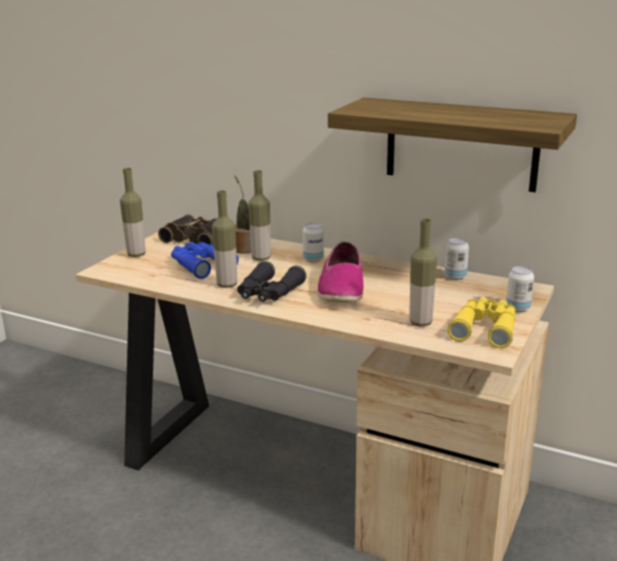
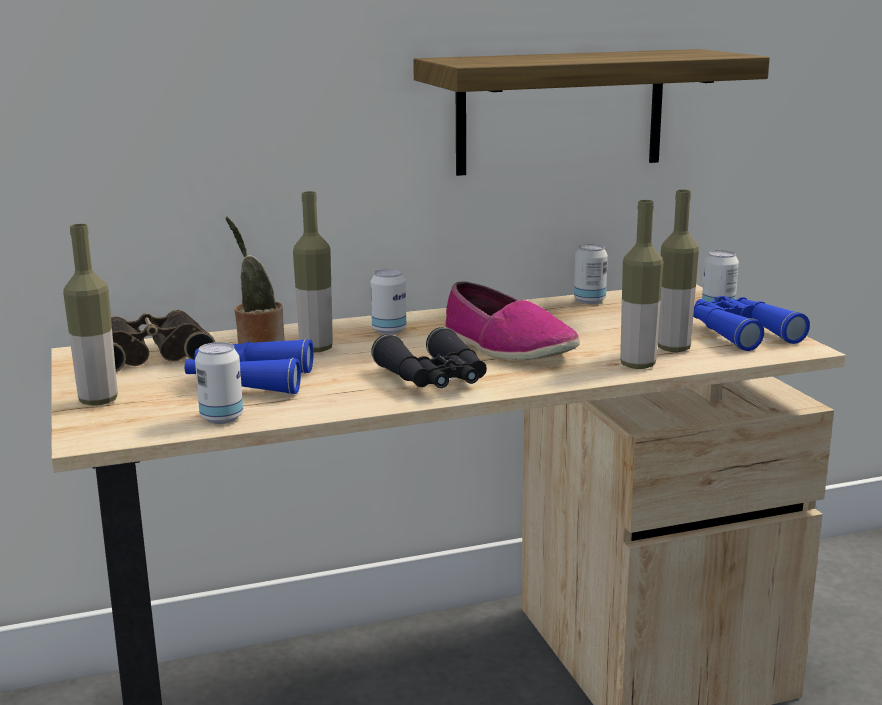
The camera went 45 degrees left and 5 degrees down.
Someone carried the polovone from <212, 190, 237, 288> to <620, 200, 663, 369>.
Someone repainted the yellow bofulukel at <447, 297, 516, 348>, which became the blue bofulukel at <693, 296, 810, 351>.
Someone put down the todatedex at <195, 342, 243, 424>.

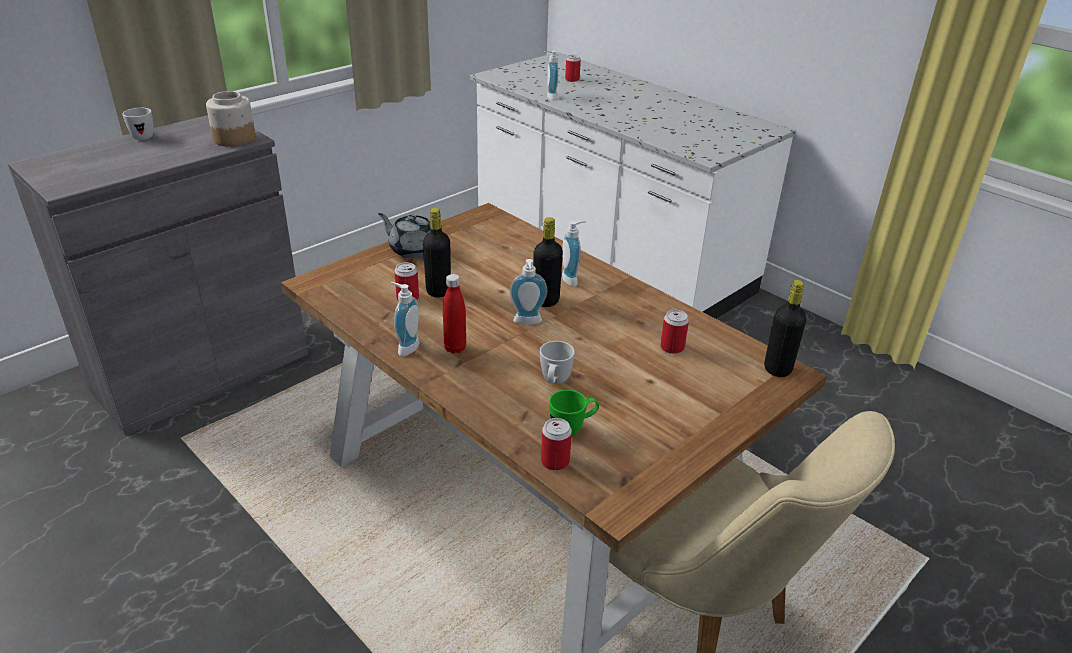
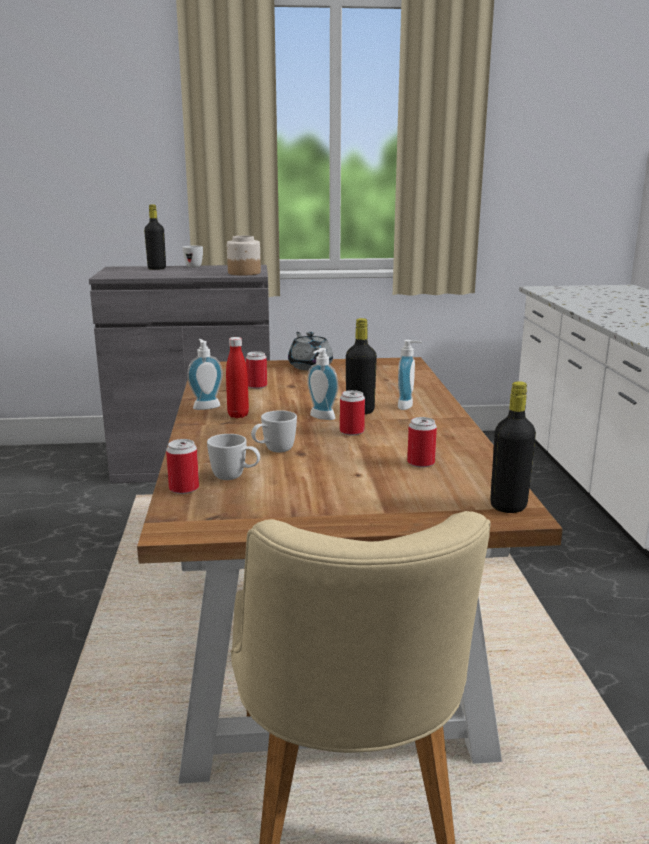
The camera went 40 degrees right and 15 degrees down.
Someone carried the black polovone from <423, 208, 451, 297> to <144, 205, 166, 270>.
Someone took away the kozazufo at <544, 51, 558, 100>.
Someone repainted the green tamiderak at <549, 390, 599, 436>, which became the white tamiderak at <207, 434, 260, 480>.
Someone carried the todatedex from <565, 55, 581, 82> to <340, 390, 365, 436>.

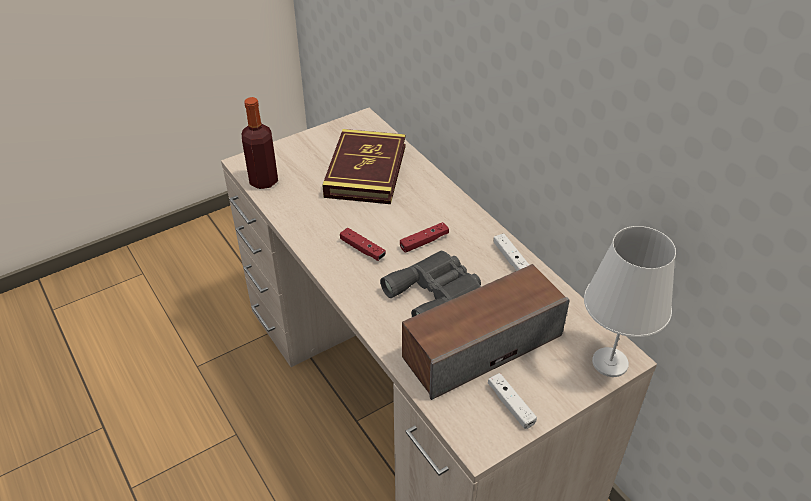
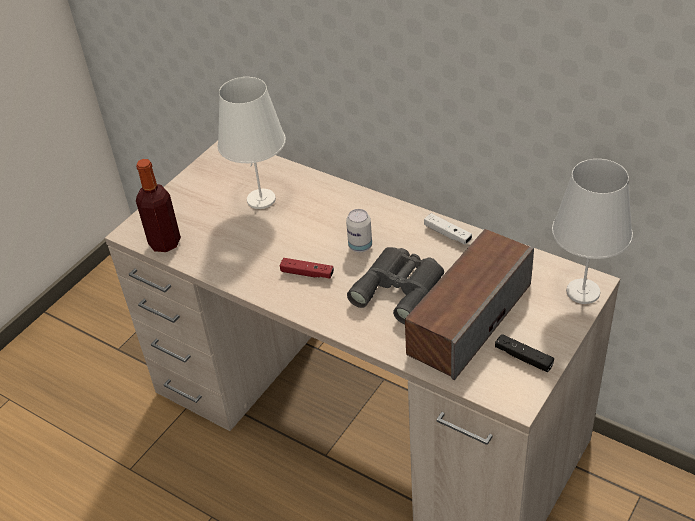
The camera went 20 degrees left and 0 degrees up.
Someone swapped the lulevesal at <322, 129, 405, 204> for the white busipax at <217, 77, 286, 209>.
Someone swapped the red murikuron at <400, 222, 449, 253> for the todatedex at <346, 209, 372, 252>.
Someone repainted the white murikuron at <488, 373, 537, 429>, which became the black murikuron at <495, 334, 554, 372>.

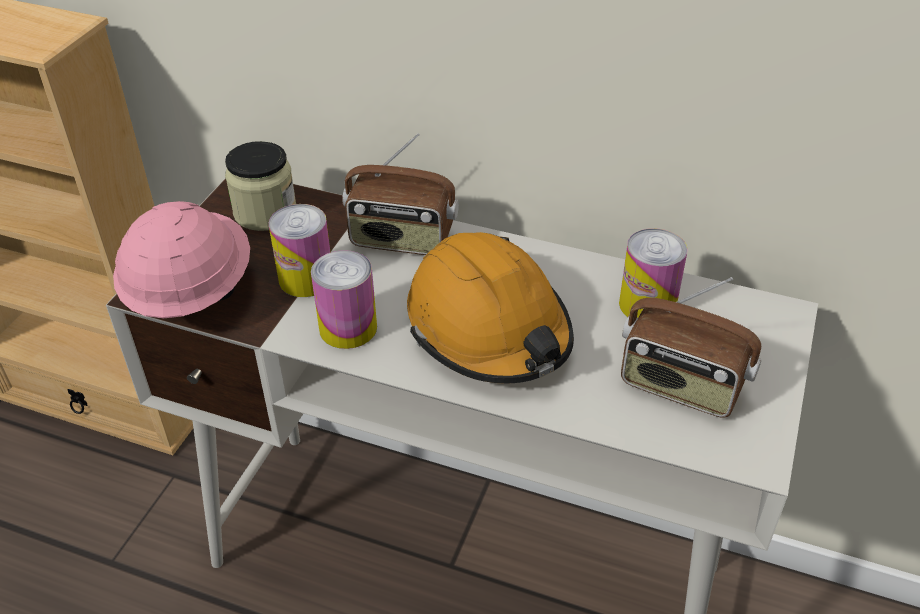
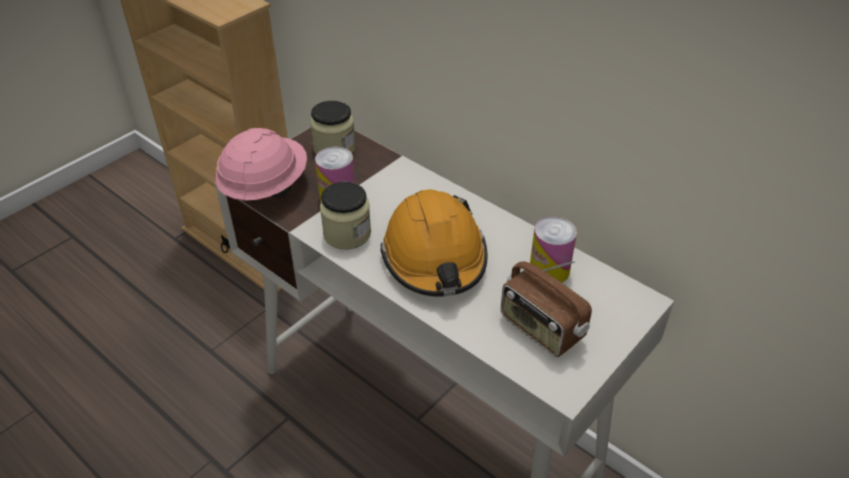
The camera went 20 degrees right and 0 degrees up.
Someone swapped the todatedex at <311, 250, 377, 349> for the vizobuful at <320, 182, 371, 249>.
Someone took away the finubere at <342, 133, 459, 255>.

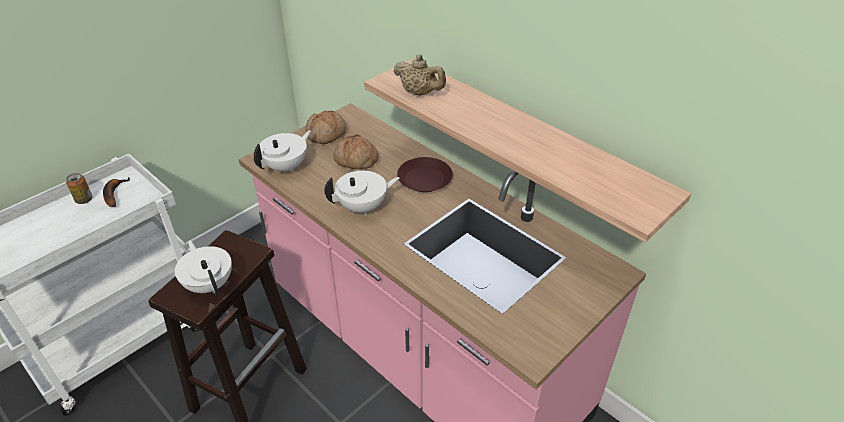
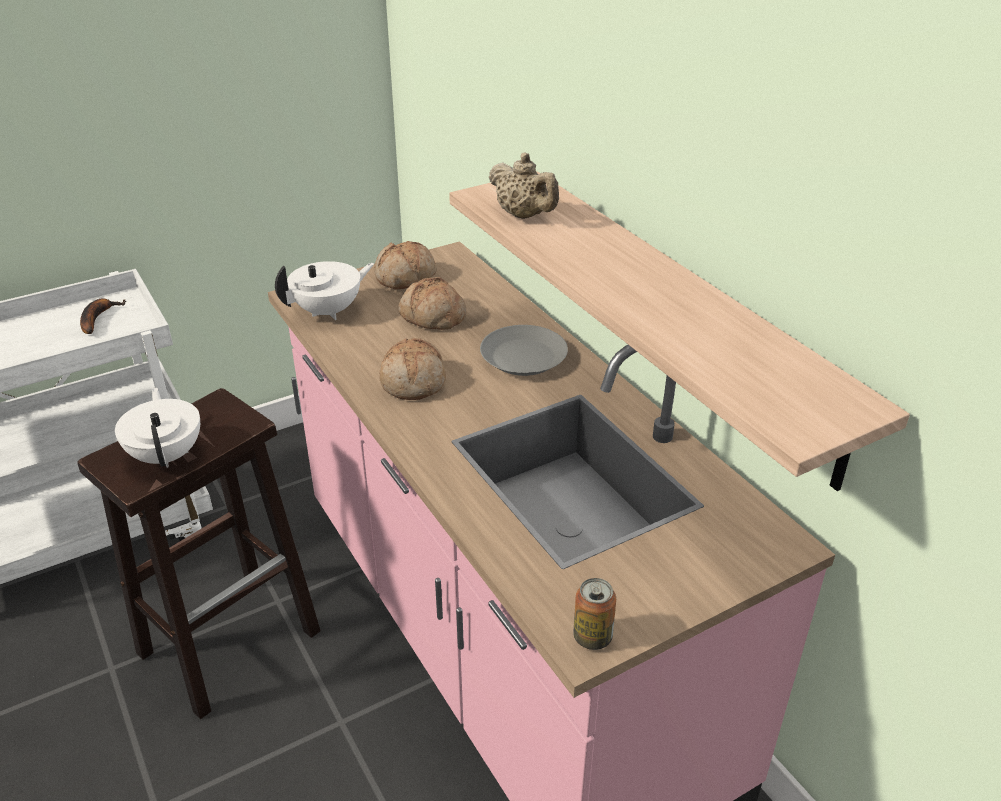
The camera went 15 degrees right and 5 degrees down.
Someone carried the todatedex from <66, 173, 93, 204> to <573, 578, 616, 650>.
Someone swapped the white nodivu at <324, 171, 399, 216> for the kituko at <379, 338, 446, 400>.
Someone repainted the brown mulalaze at <397, 157, 453, 192>, which became the grey mulalaze at <480, 325, 568, 376>.

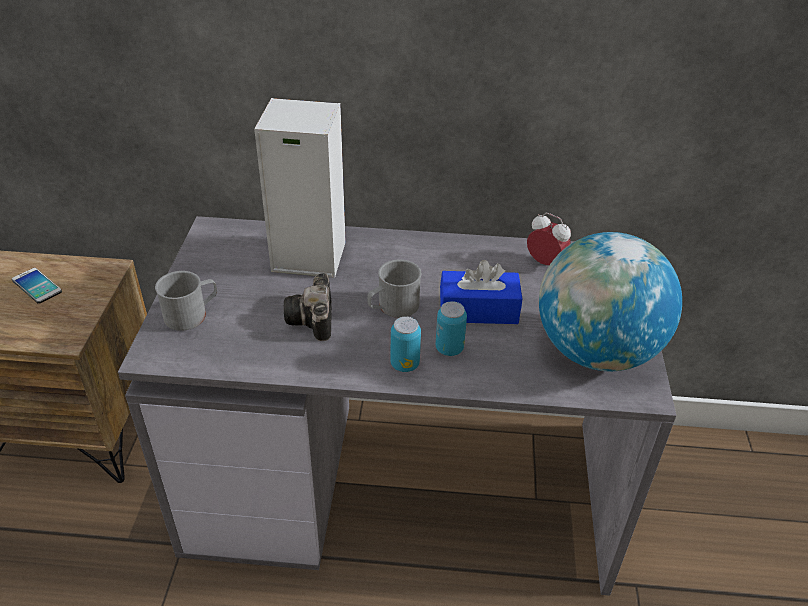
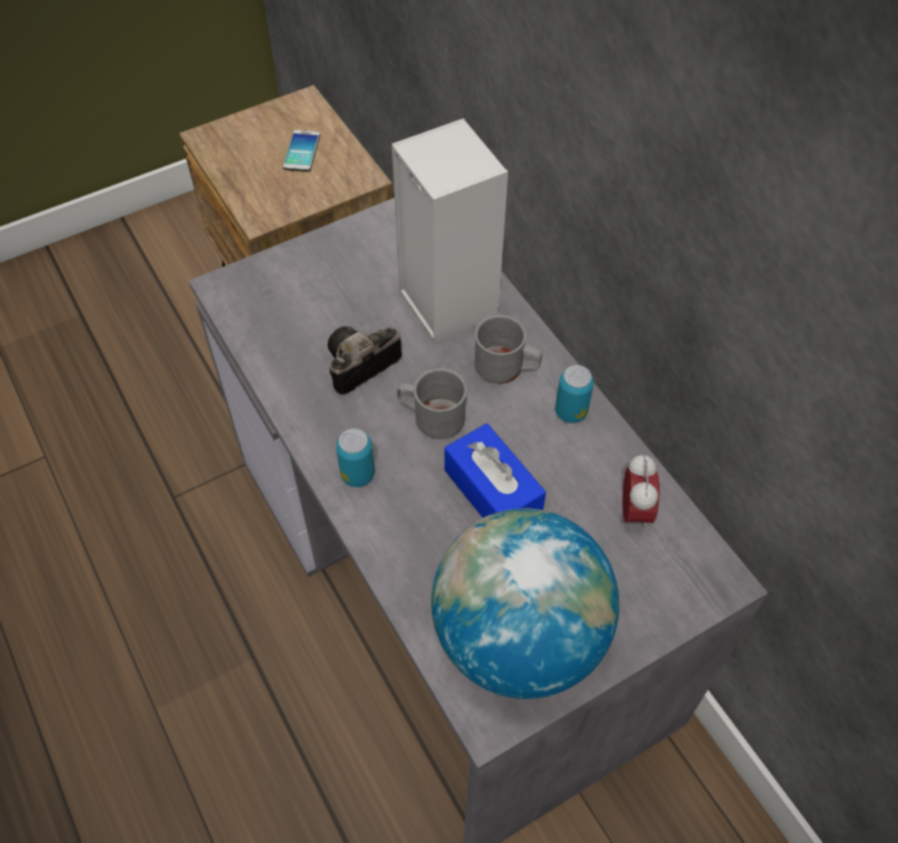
The camera went 55 degrees right and 15 degrees up.
Someone carried the grey tamiderak from <155, 271, 217, 331> to <475, 315, 542, 384>.
Someone carried the todatedex from <436, 301, 467, 356> to <555, 365, 594, 423>.

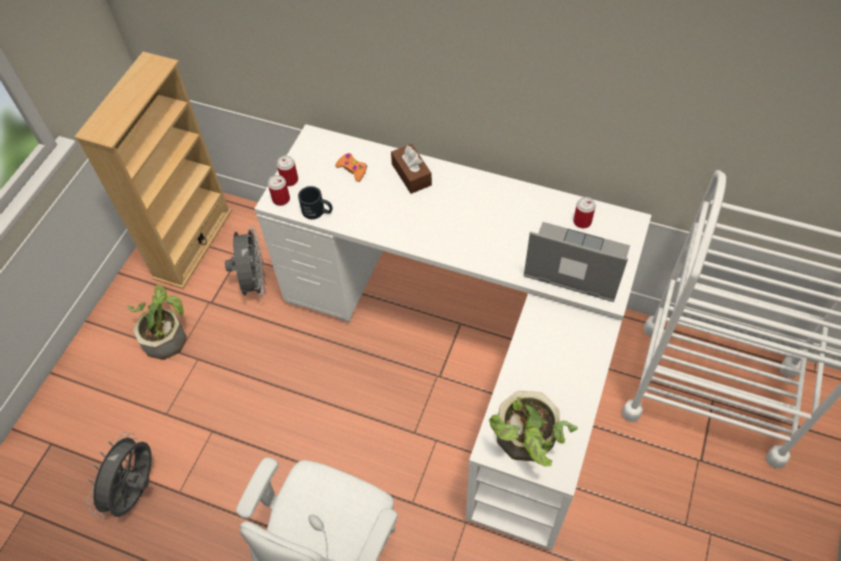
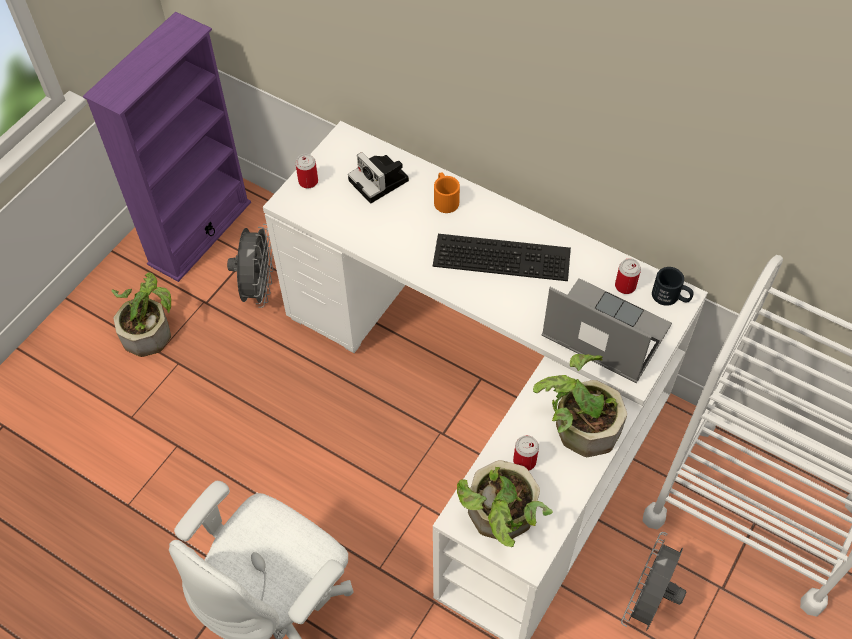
The camera went 10 degrees right and 0 degrees up.
Someone repainted the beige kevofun at <74, 52, 232, 289>, which became the purple kevofun at <83, 12, 251, 282>.
Someone carried the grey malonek from <86, 432, 152, 518> to <621, 532, 686, 630>.
Someone carried the todatedex from <268, 175, 290, 206> to <513, 435, 539, 471>.
Someone carried the black tamiderak from <298, 186, 333, 219> to <652, 267, 694, 306>.
Someone swapped the orange murikuron at <335, 153, 367, 182> for the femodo at <348, 152, 409, 203>.
Someone swapped the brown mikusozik at <391, 144, 432, 194> for the orange tamiderak at <434, 172, 460, 213>.
Someone put down the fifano at <433, 234, 571, 281>.
Someone put down the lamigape at <533, 354, 627, 457>.

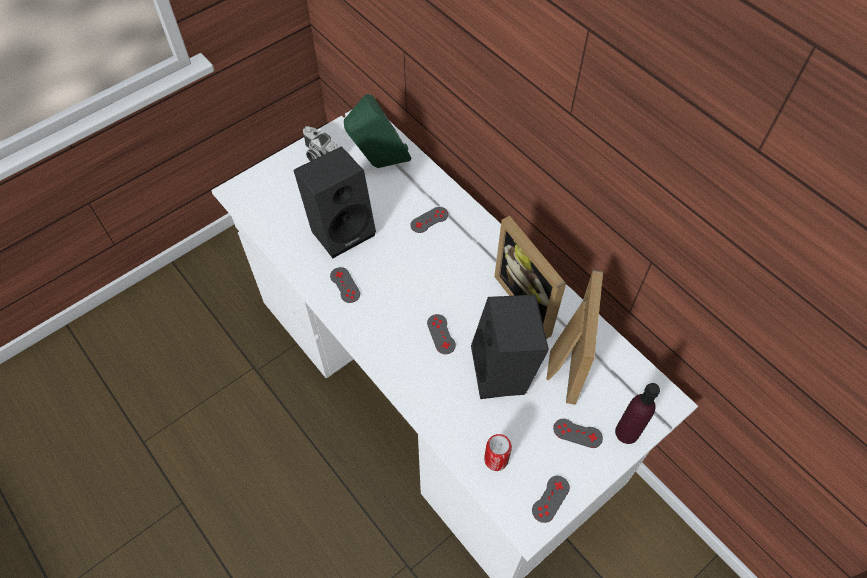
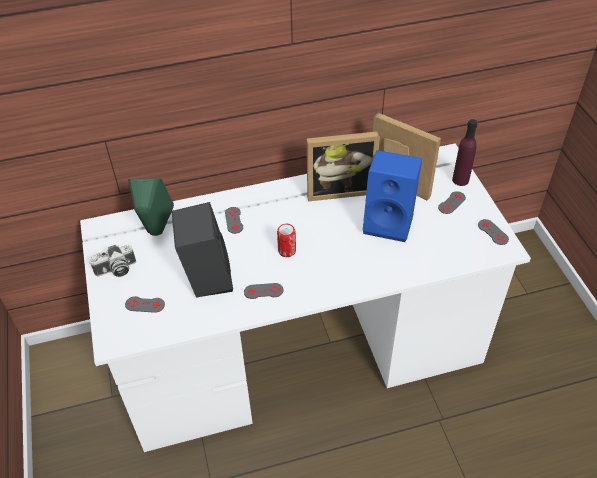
The camera went 65 degrees left and 10 degrees down.
Someone carried the grey murikuron from <427, 314, 456, 354> to <125, 296, 165, 313>.
Someone repainted the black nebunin at <471, 295, 549, 399>, which became the blue nebunin at <363, 150, 422, 242>.
Someone carried the todatedex from <484, 434, 512, 471> to <277, 224, 296, 257>.

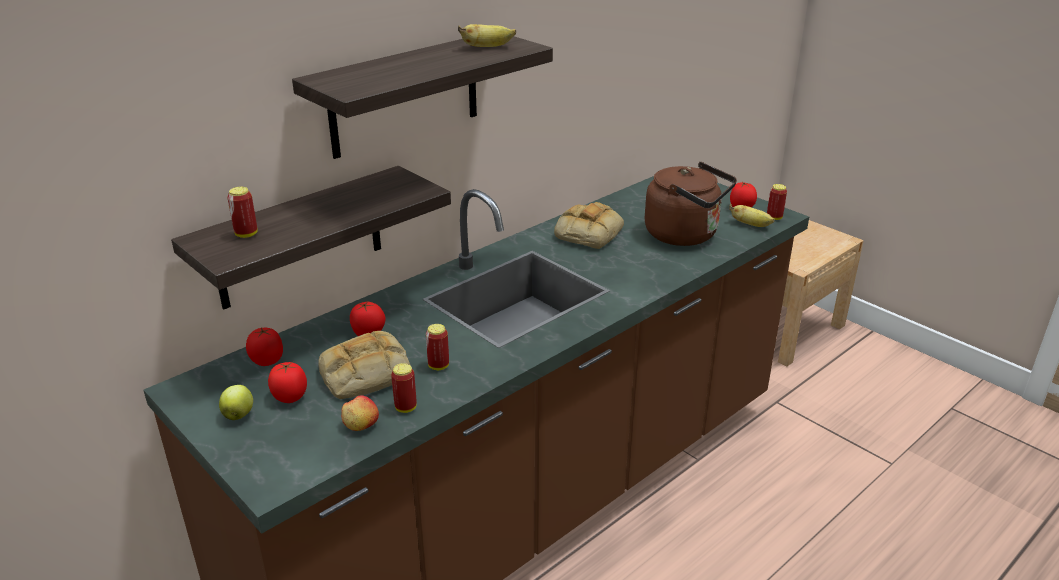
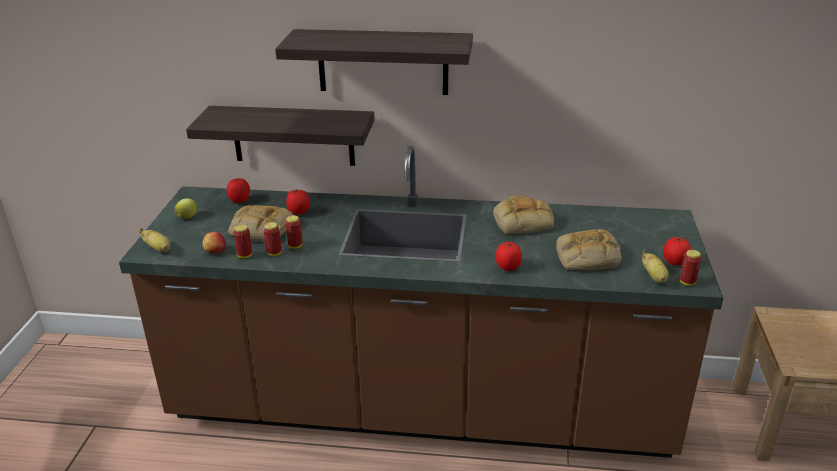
The camera went 50 degrees right and 0 degrees up.
Someone carried the todatedex from <227, 187, 258, 238> to <263, 222, 282, 256>.
Someone carried the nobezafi from <268, 362, 307, 403> to <495, 242, 522, 271>.
Someone carried the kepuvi from <458, 24, 516, 47> to <139, 228, 170, 252>.
Someone swapped the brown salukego at <645, 162, 737, 246> for the kituko at <556, 229, 622, 270>.

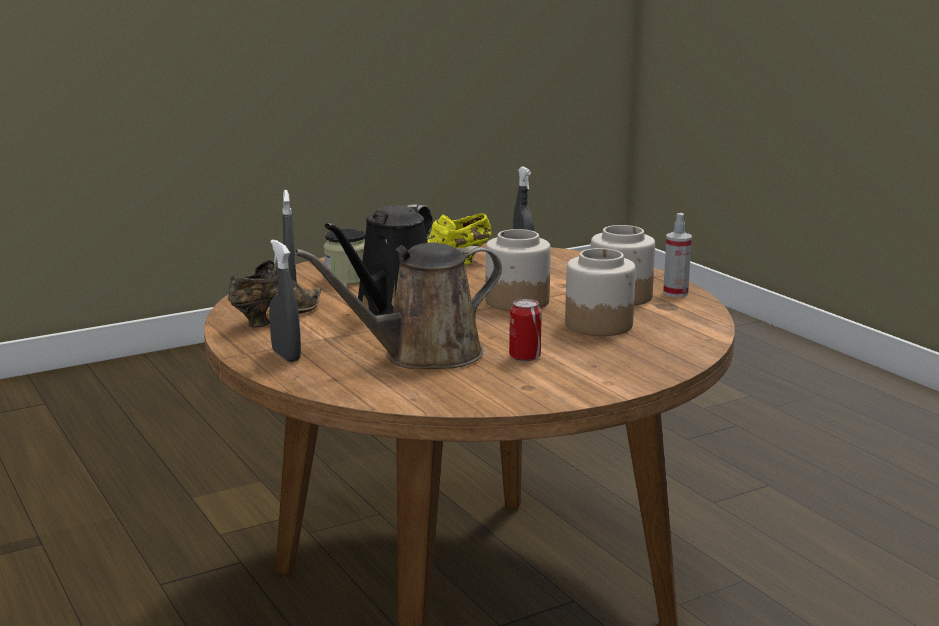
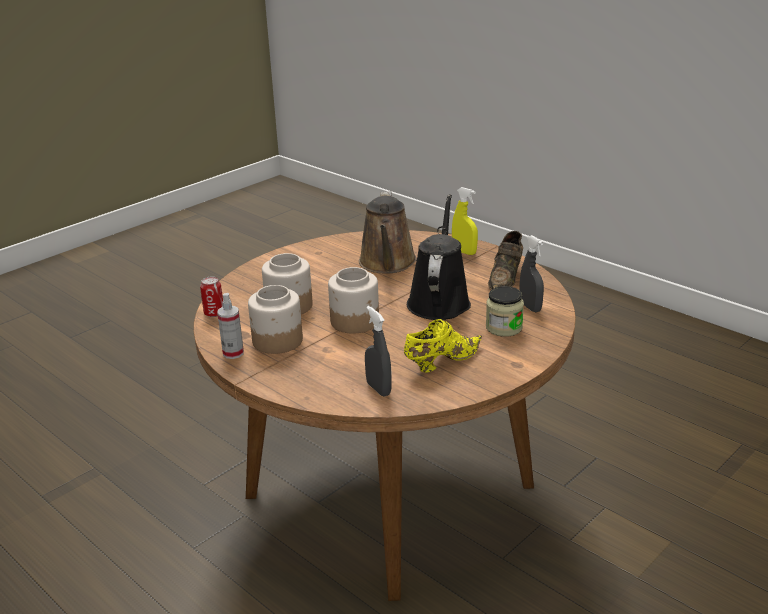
The camera went 165 degrees right and 10 degrees up.
Someone repainted the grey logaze at <269, 240, 301, 362>, which became the yellow logaze at <452, 187, 478, 255>.
Someone rotated the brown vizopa at <295, 243, 502, 369> by 135 degrees clockwise.
Someone carried the todatedex from <509, 299, 541, 361> to <200, 277, 223, 317>.

